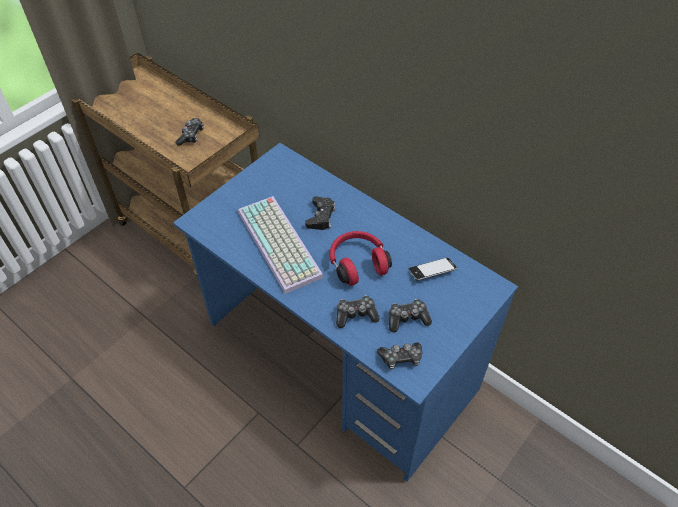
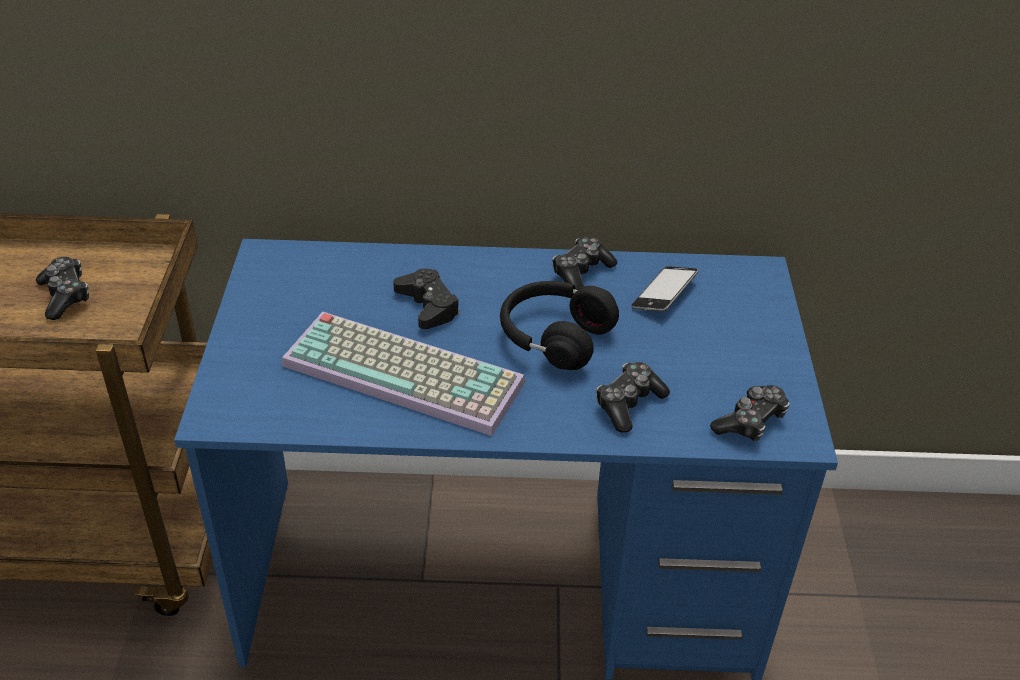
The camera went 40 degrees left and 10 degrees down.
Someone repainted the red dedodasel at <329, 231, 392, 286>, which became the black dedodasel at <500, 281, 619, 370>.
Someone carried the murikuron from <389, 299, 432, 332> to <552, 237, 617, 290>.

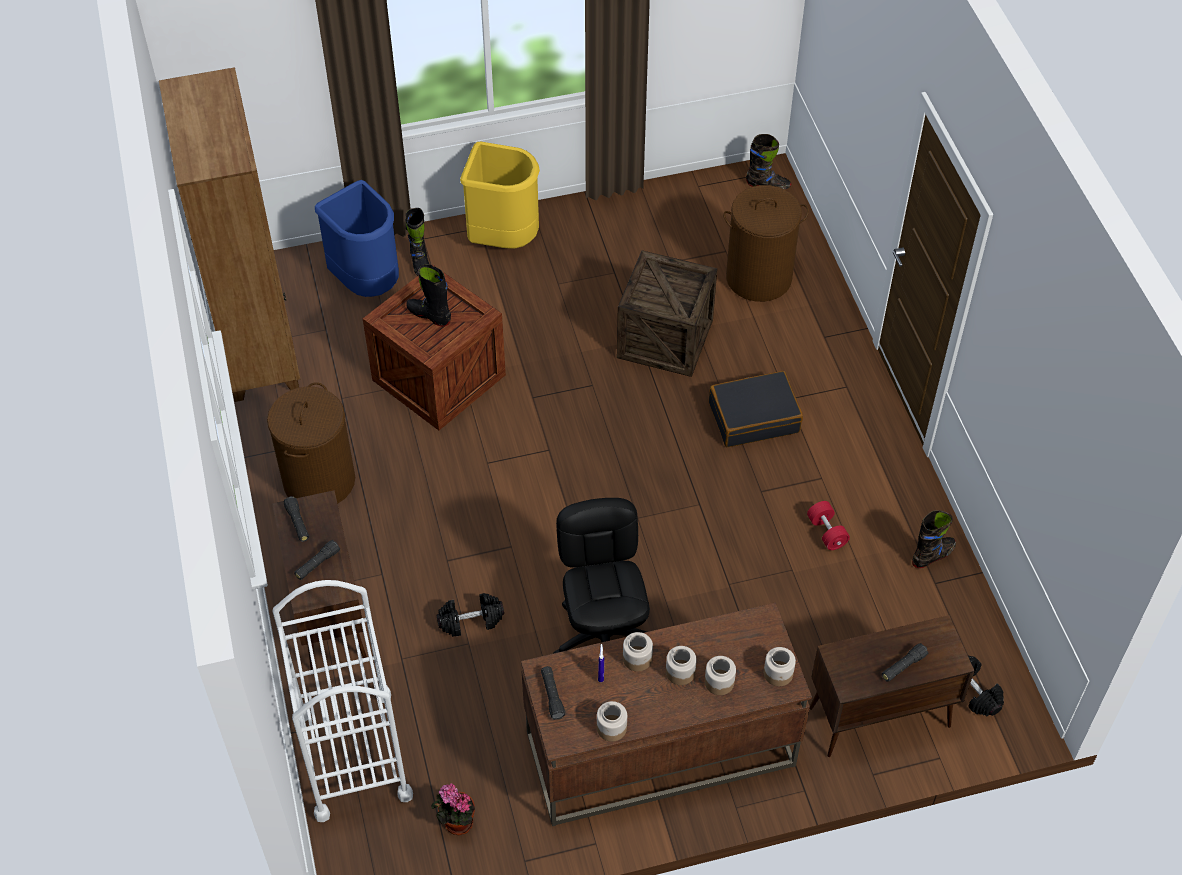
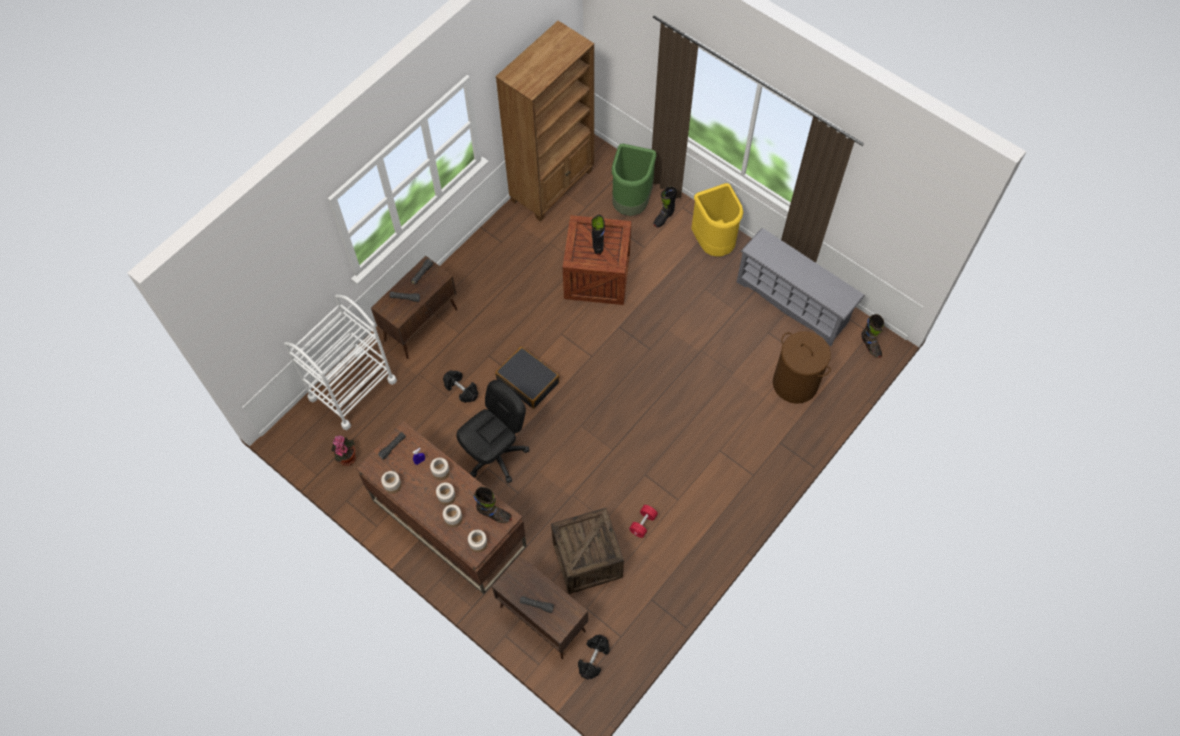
The camera went 55 degrees right and 10 degrees up.
Someone took away the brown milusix at <267, 382, 355, 504>.
Someone repainted the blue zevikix at <315, 180, 399, 297>, which became the green zevikix at <612, 144, 657, 216>.
Someone carried the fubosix from <617, 250, 717, 377> to <551, 508, 624, 594>.
Someone carried the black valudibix from <709, 371, 803, 447> to <495, 347, 559, 409>.
Someone carried the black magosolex from <912, 510, 956, 568> to <474, 487, 512, 523>.
Someone put down the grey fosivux at <737, 228, 865, 346>.

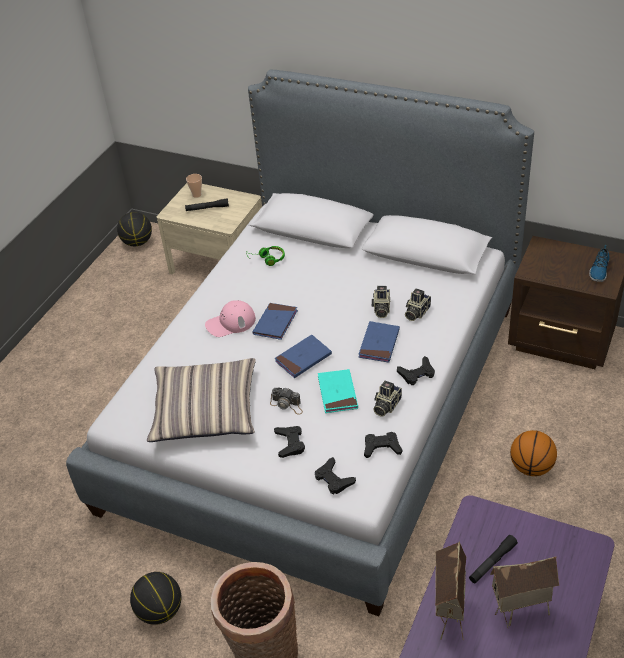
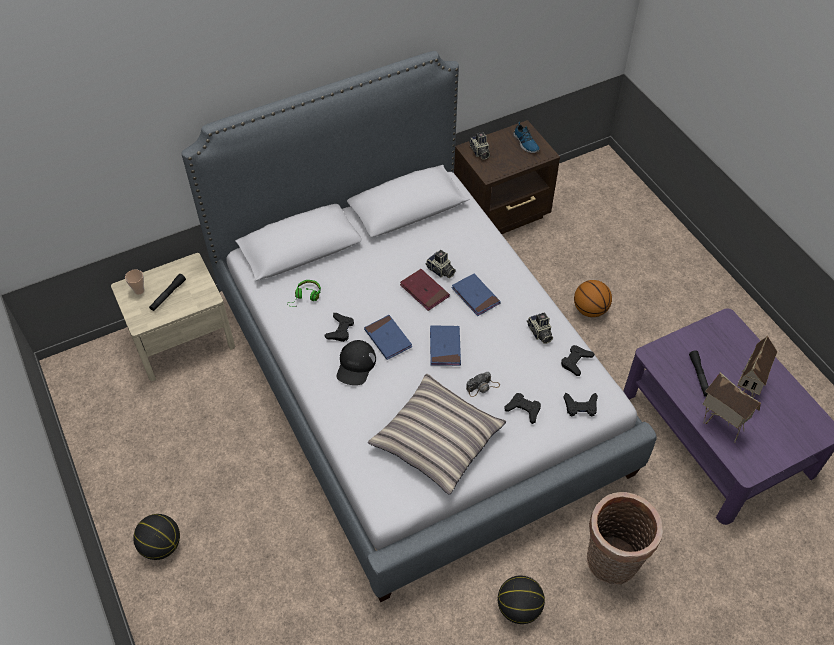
The camera went 55 degrees left and 10 degrees up.
Someone carried the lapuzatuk from <117, 212, 152, 246> to <133, 514, 180, 560>.
Someone repainted the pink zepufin at <205, 300, 256, 337>, which became the black zepufin at <336, 340, 376, 385>.
Someone took away the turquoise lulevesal at <318, 369, 358, 413>.
Someone carried the black murikuron from <397, 356, 435, 385> to <325, 313, 354, 342>.
Someone carried the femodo from <405, 288, 431, 321> to <469, 132, 490, 160>.
Someone put down the red lulevesal at <400, 269, 450, 311>.

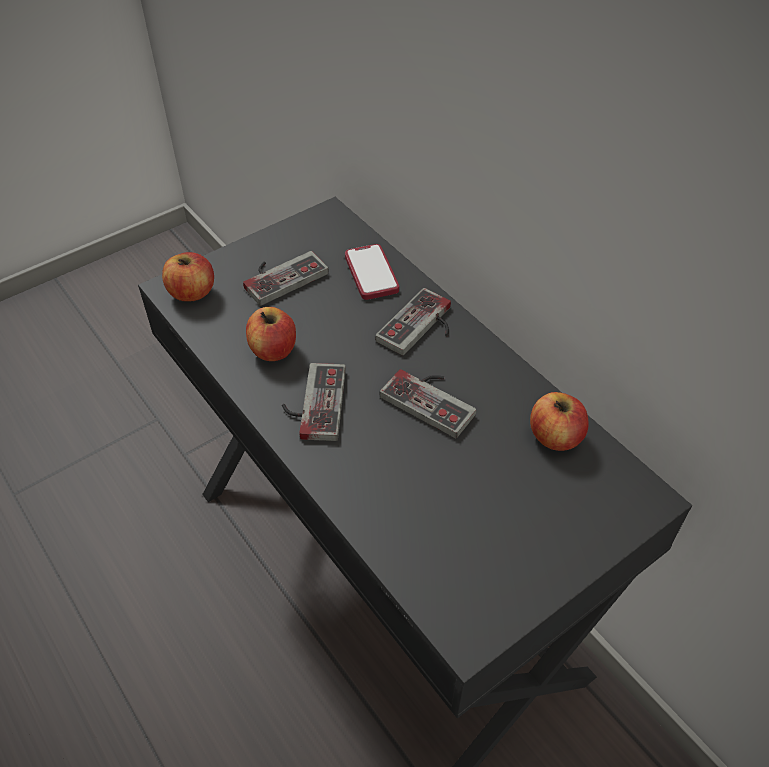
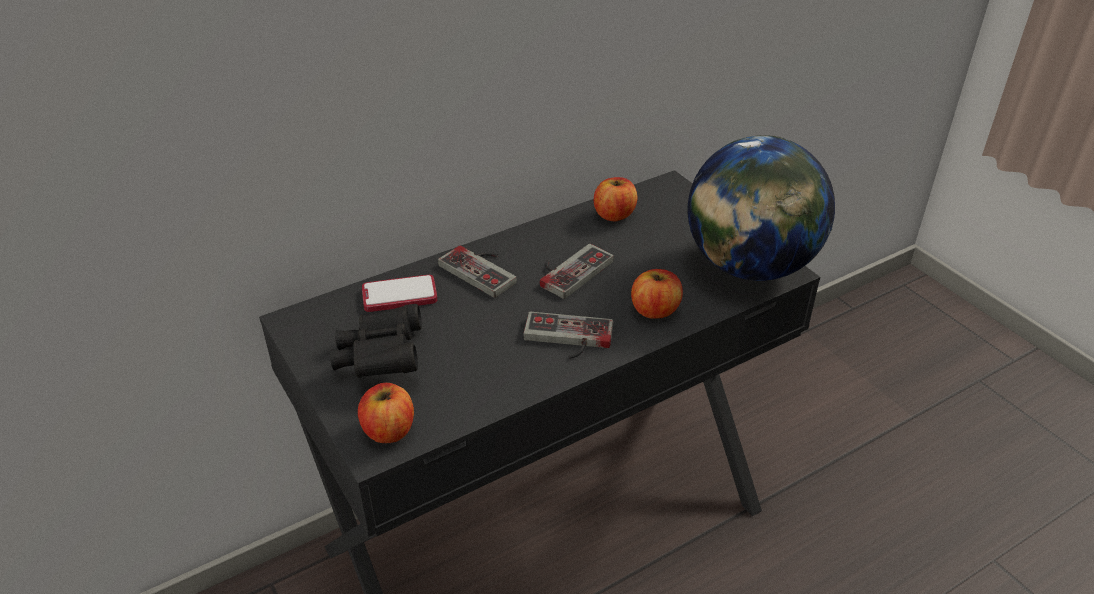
The camera went 85 degrees left and 10 degrees down.
Someone swapped the murikuron at <243, 251, 329, 306> for the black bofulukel at <330, 304, 422, 378>.
Someone carried the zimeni from <246, 307, 296, 361> to <631, 269, 683, 319>.
Someone put down the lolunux at <687, 135, 835, 281>.

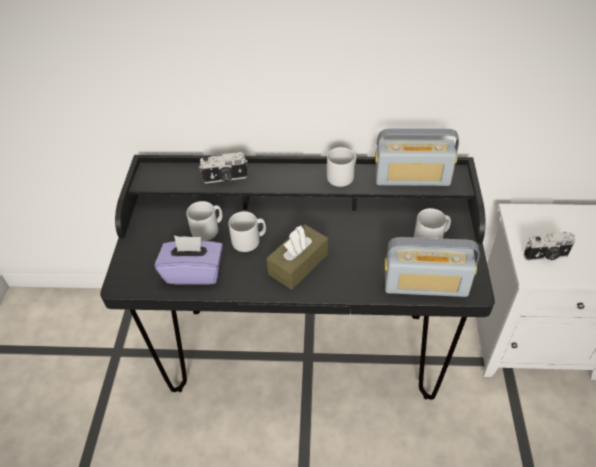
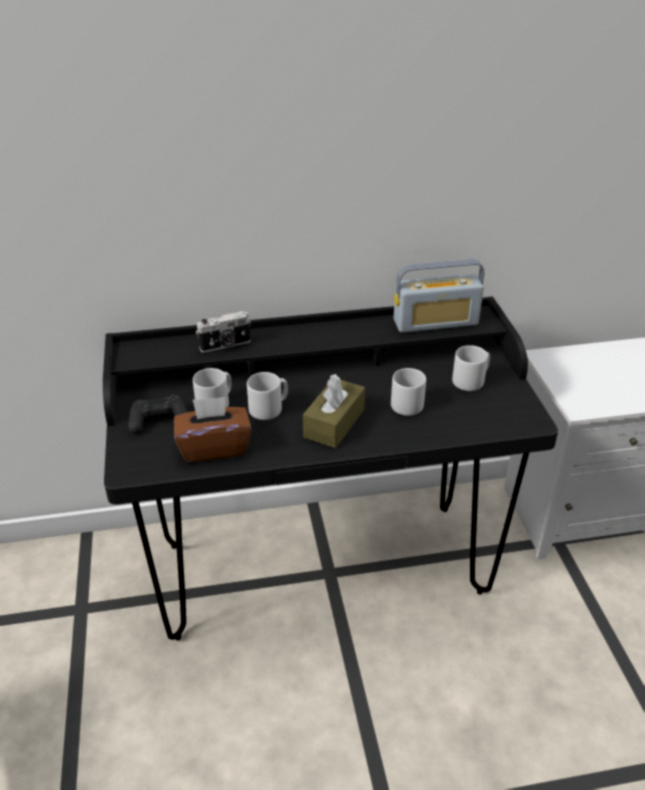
The camera went 15 degrees left and 10 degrees down.
Someone repainted the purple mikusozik at <155, 235, 223, 285>, which became the brown mikusozik at <174, 397, 252, 462>.
Someone carried the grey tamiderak from <327, 147, 356, 187> to <391, 368, 426, 416>.
Someone took away the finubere at <385, 237, 480, 297>.
Someone took away the femodo at <523, 232, 575, 261>.
Someone put down the black murikuron at <128, 395, 189, 434>.

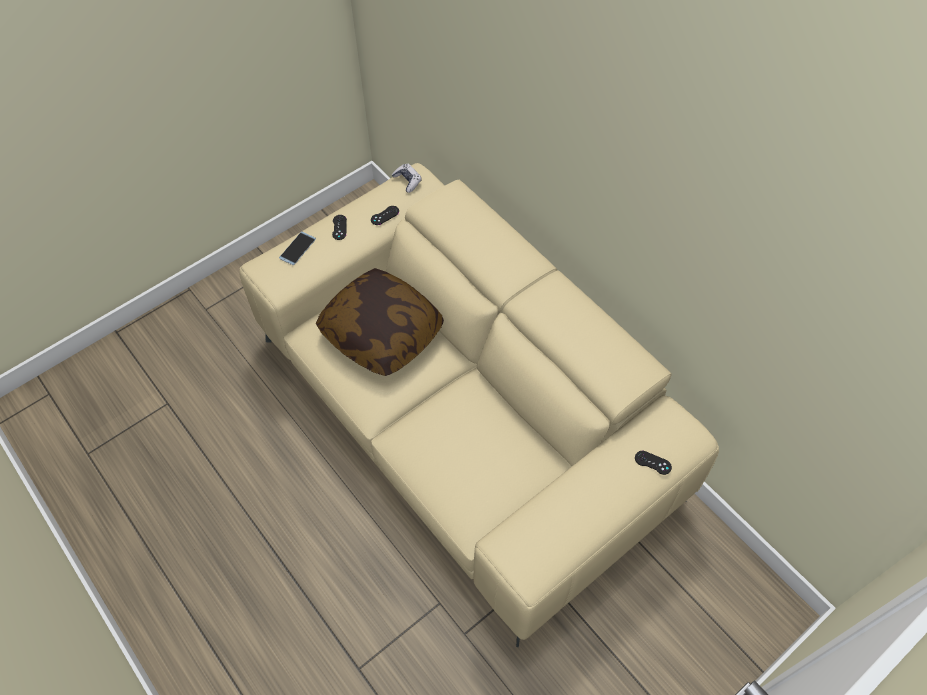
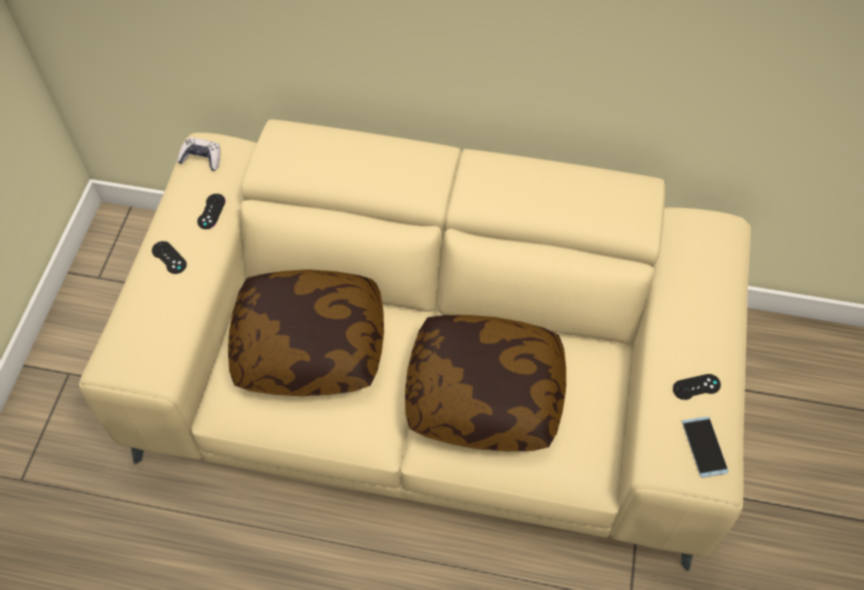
The camera went 40 degrees left and 0 degrees up.
Someone carried the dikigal from <279, 231, 316, 265> to <682, 416, 728, 478>.
Someone carried the black murikuron from <635, 451, 672, 475> to <673, 374, 721, 400>.
Someone put down the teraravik at <405, 315, 566, 451>.

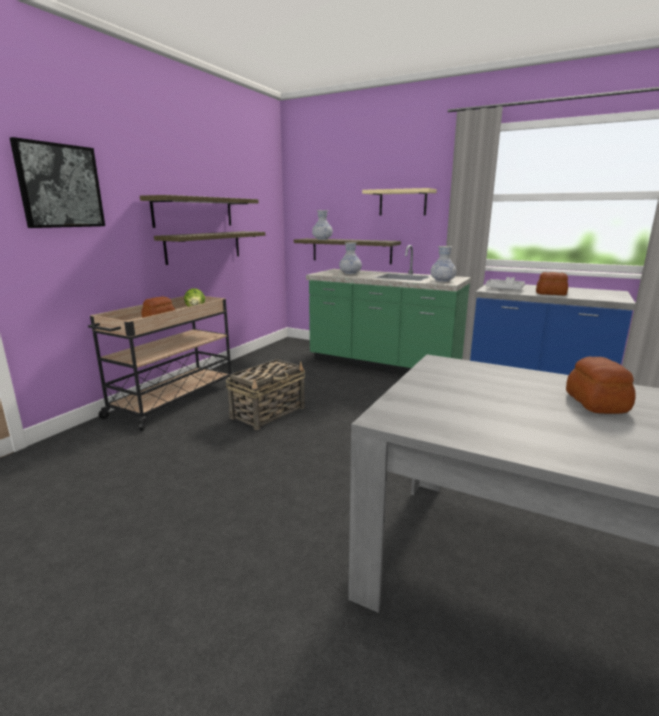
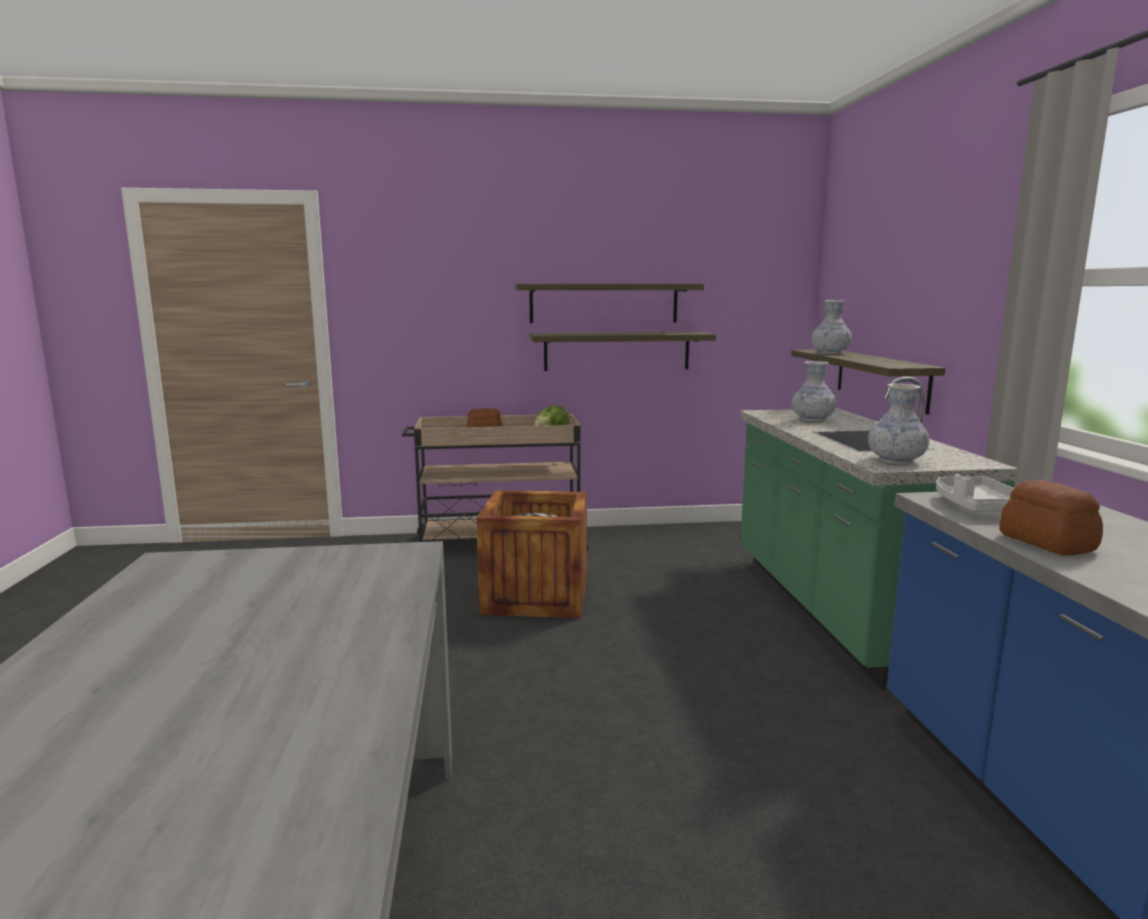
The camera went 55 degrees right and 5 degrees down.
Someone took away the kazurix at <10, 137, 105, 228>.
Someone swapped the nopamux at <226, 359, 305, 430> for the fubosix at <476, 490, 587, 618>.
Someone took away the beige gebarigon at <362, 188, 437, 216>.
Someone took away the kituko at <566, 357, 636, 414>.

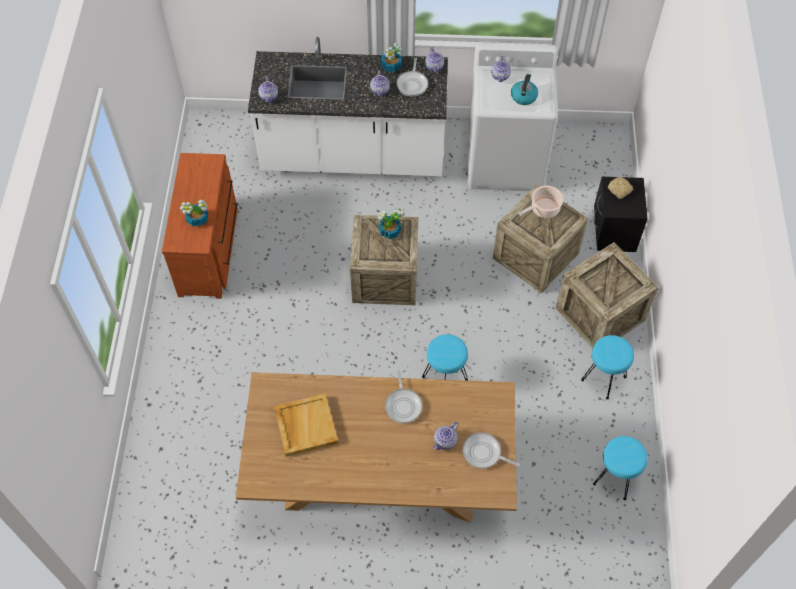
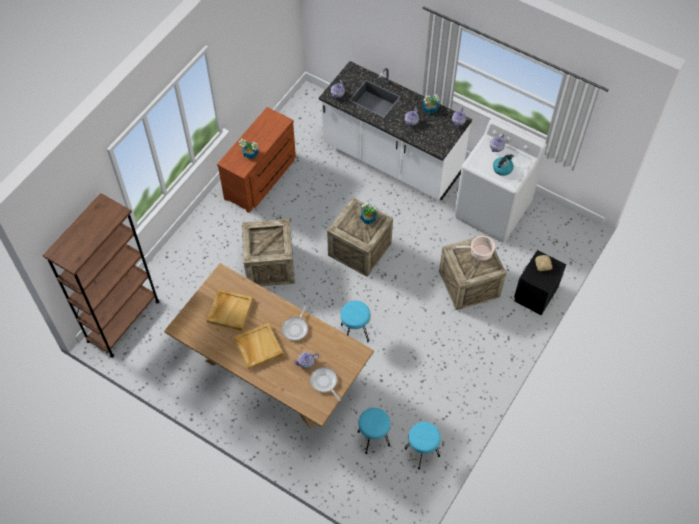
The camera went 30 degrees right and 0 degrees up.
Someone took away the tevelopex at <397, 58, 428, 97>.
Someone carried the fubosix from <556, 242, 659, 348> to <242, 219, 295, 286>.
Someone carried the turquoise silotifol from <581, 335, 634, 399> to <357, 408, 390, 454>.
Someone put down the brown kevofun at <43, 193, 160, 358>.
Someone put down the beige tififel at <234, 323, 283, 370>.

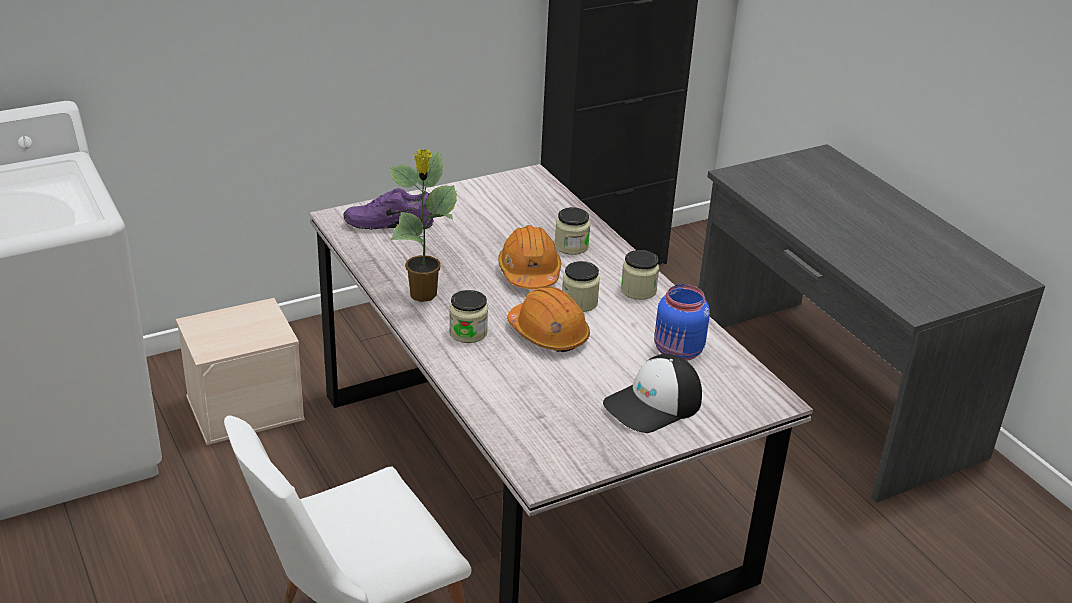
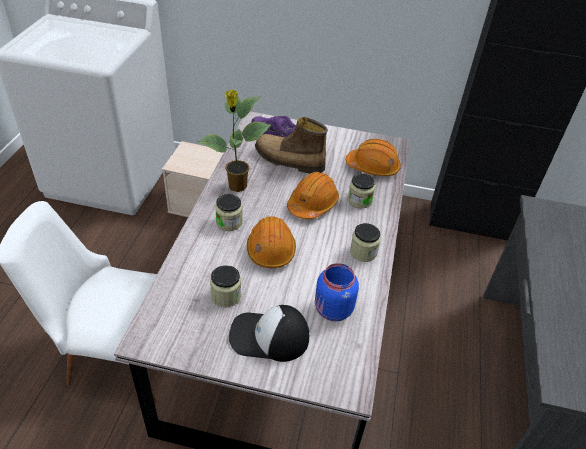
The camera went 40 degrees right and 10 degrees up.
Someone carried the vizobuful from <562, 261, 600, 312> to <210, 265, 241, 307>.
Someone put down the magosolex at <255, 117, 328, 174>.
Someone put down the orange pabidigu at <346, 139, 401, 176>.

